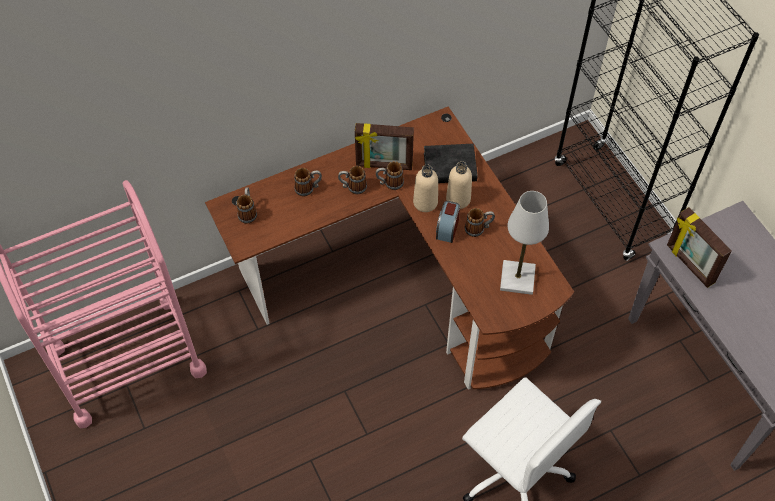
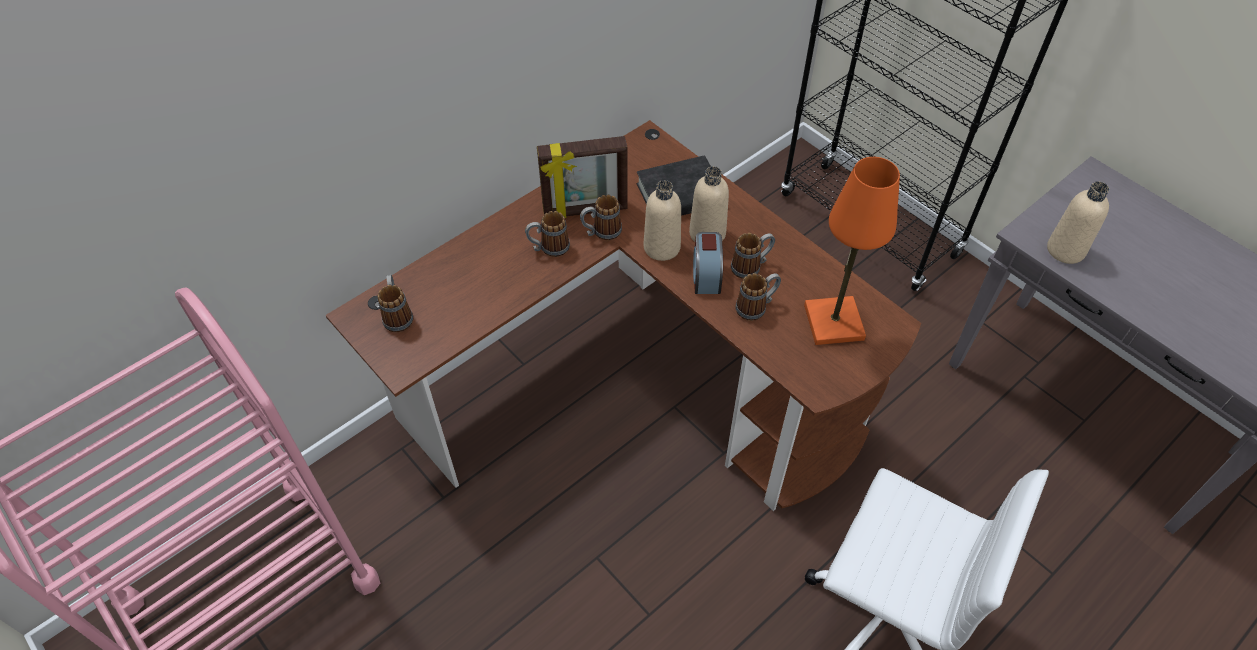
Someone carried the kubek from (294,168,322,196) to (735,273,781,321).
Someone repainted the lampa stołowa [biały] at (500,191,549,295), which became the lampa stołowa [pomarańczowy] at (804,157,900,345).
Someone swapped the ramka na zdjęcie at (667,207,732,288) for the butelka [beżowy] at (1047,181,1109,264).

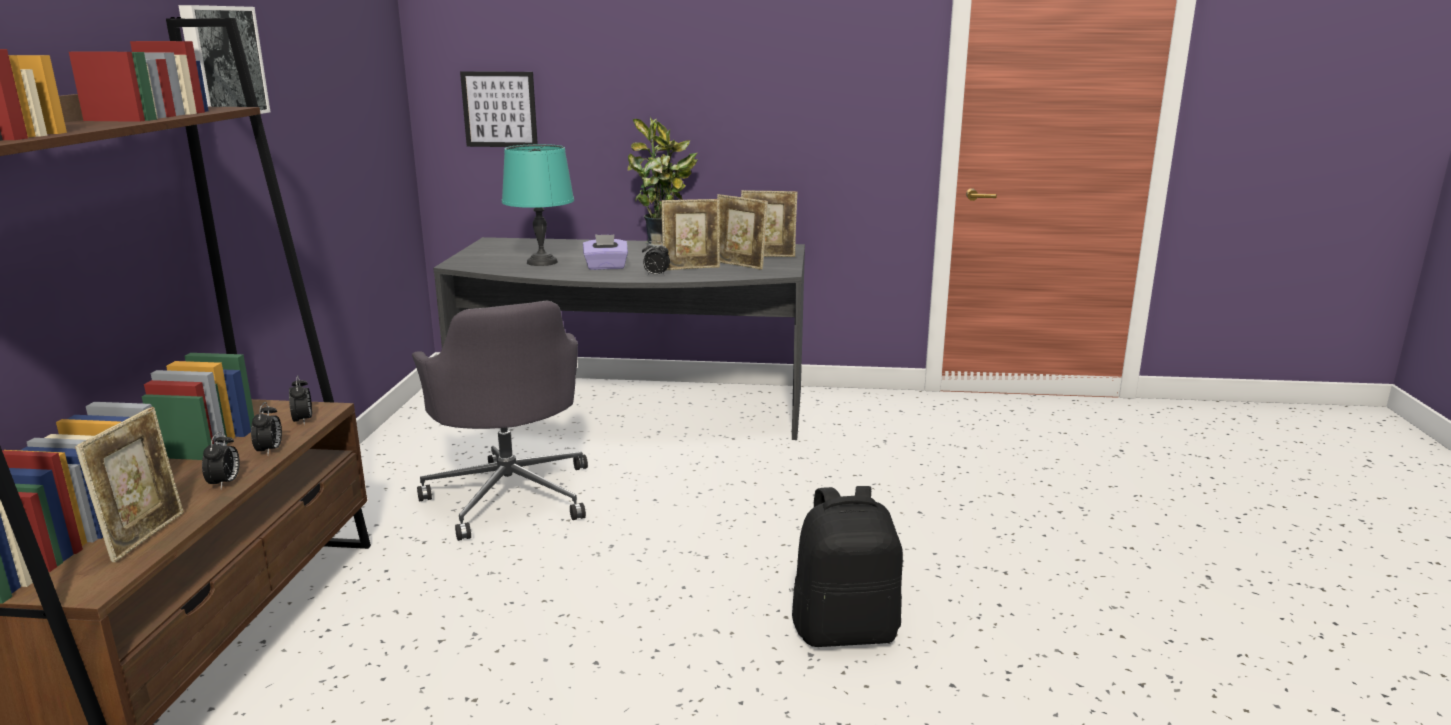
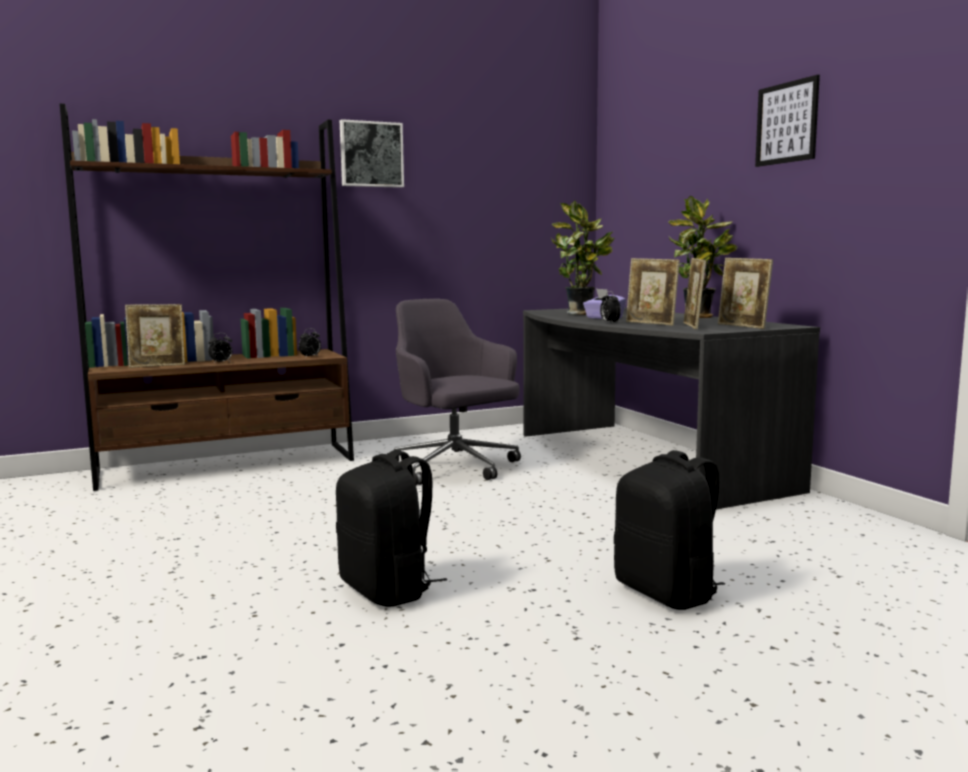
Someone rotated the krzesło biurowe [szary] at (412,301,588,541) by 105 degrees clockwise.
Someone swapped the lampa stołowa [turkusowy] at (502,144,574,266) for the roślina doniczkowa at (551,200,614,315).
Someone put down the plecak [czarny] at (614,450,725,610).
Someone carried the obraz from (460,71,538,147) to (755,75,820,167).
Someone took away the budzik at (251,402,282,455).

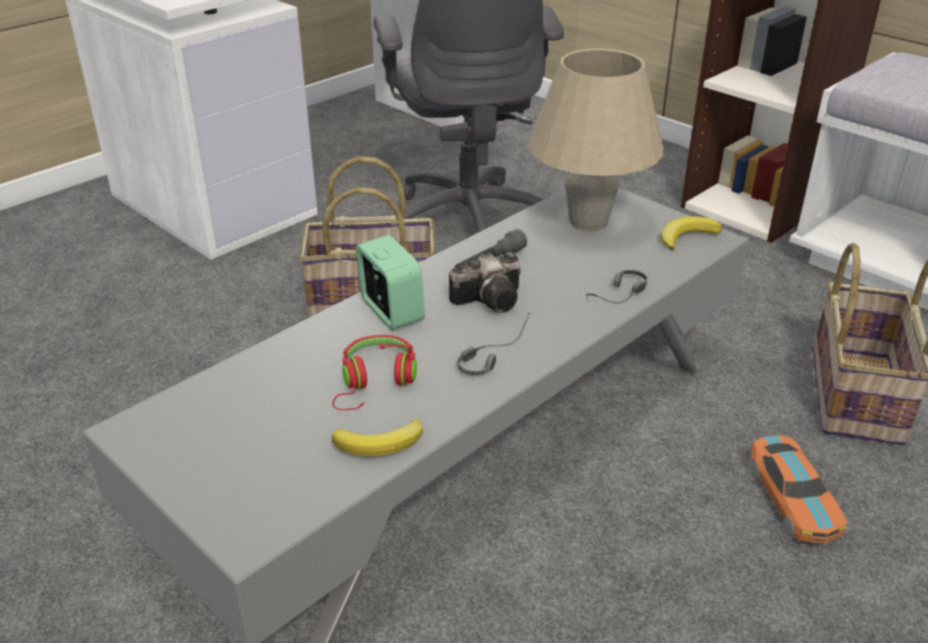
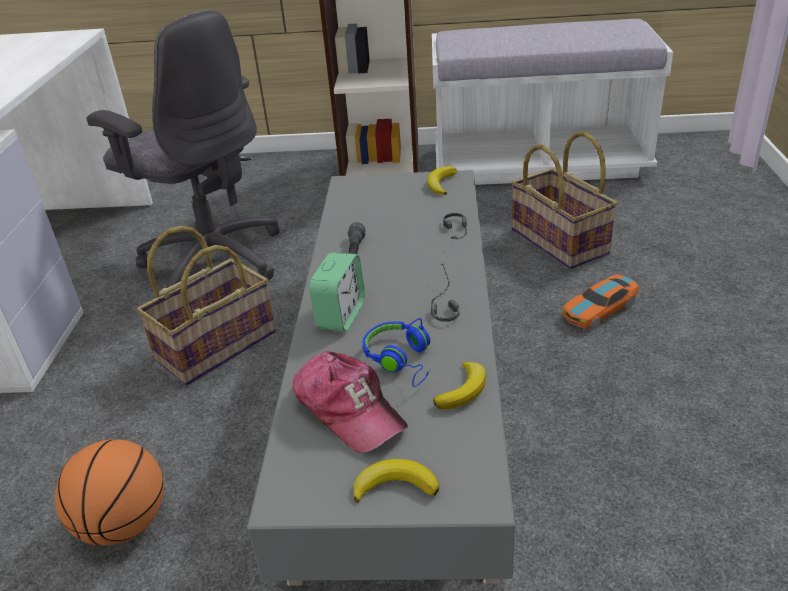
Someone put down the piłka do koszykówki at (55,439,164,546).
Someone put down the czapka z daszkiem at (293,351,408,453).
Someone rotated the budzik at (356,235,425,330) by 90 degrees clockwise.
Someone put down the banan at (354,459,440,503).
Someone repainted the słuchawki [czerwony] at (333,335,417,410), which became the słuchawki [niebieski] at (363,318,430,387).
Someone rotated the samochodzik at (749,436,847,543) by 105 degrees clockwise.
Someone took away the aparat fotograficzny at (449,252,521,313).
Someone took away the lampa stołowa [beżowy] at (527,48,663,231).

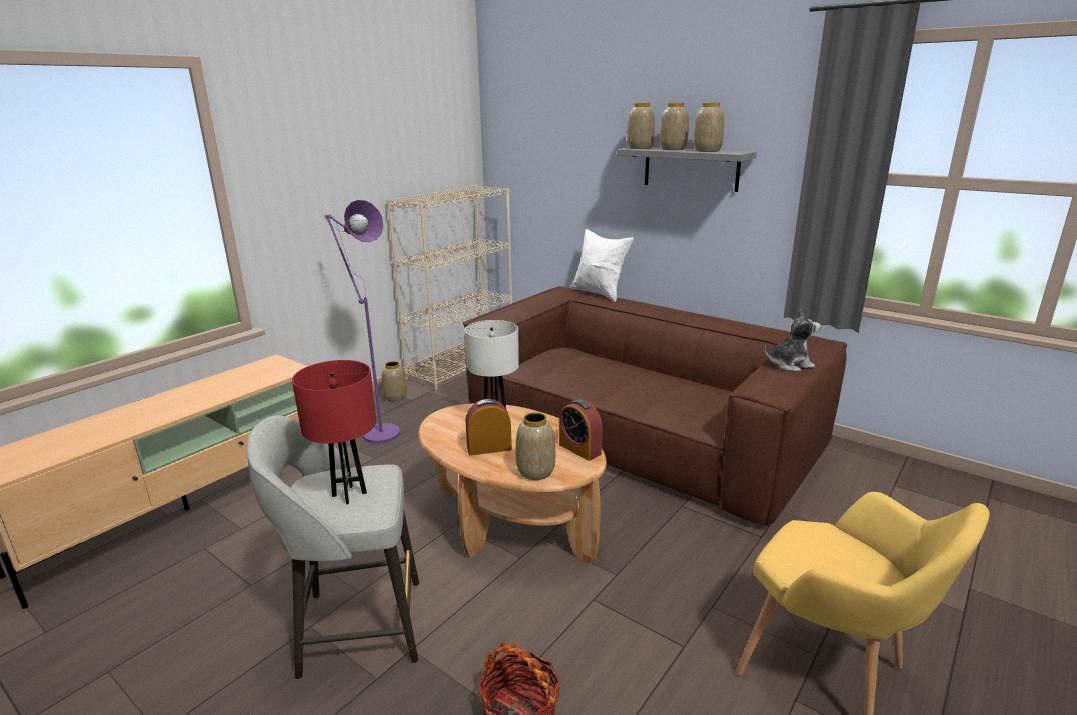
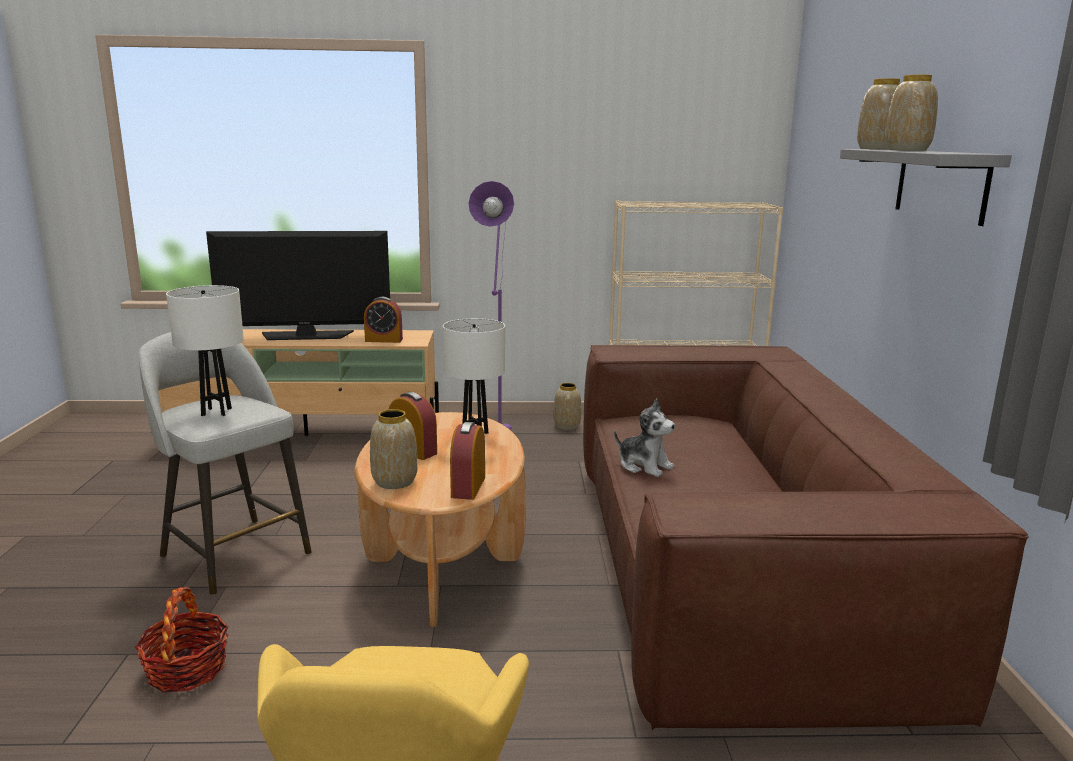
Someone repainted the lampa stołowa [czerwony] at (292,360,376,504), which became the lampa stołowa [biały] at (166,285,244,416).
Someone put down the telewizor at (206,231,390,340).
Someone put down the budzik at (364,297,403,343).
Someone carried the pluszak from (765,309,821,371) to (614,399,675,477).
Someone took away the poduszka [biały] at (570,229,634,302).
Someone took away the wazon at (694,103,724,152).

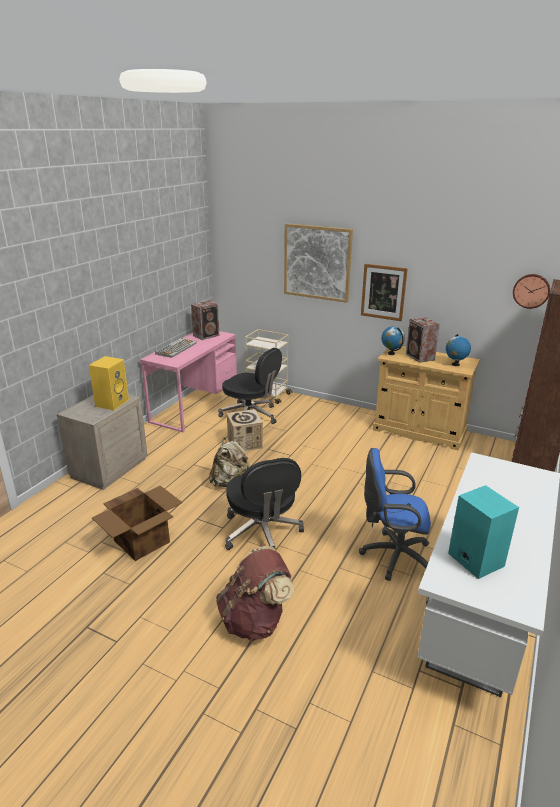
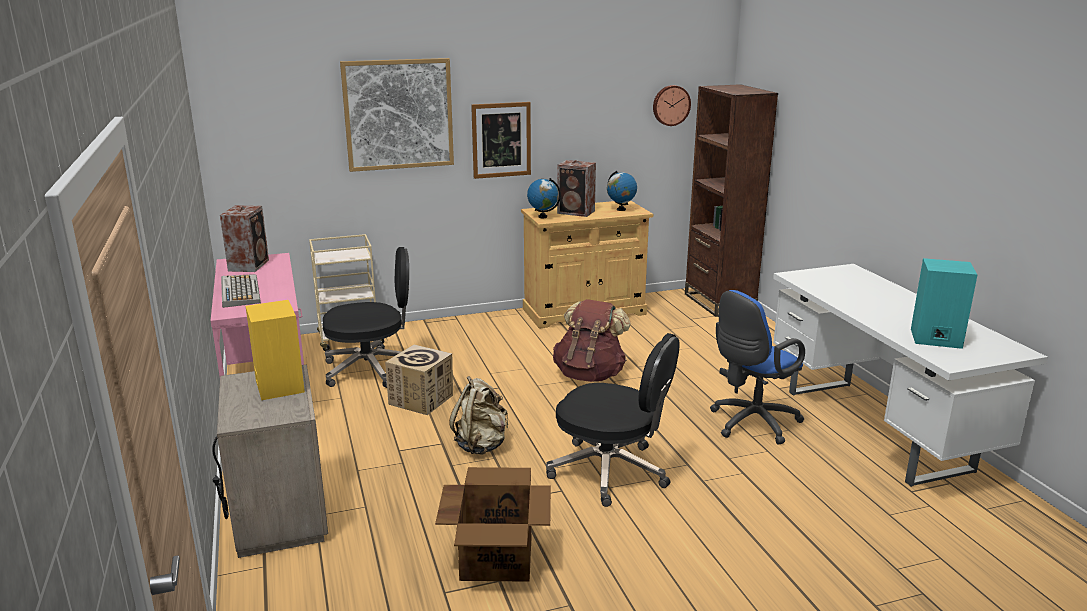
Someone carried the plecak [brązowy] from (216,546,294,641) to (553,299,631,382).

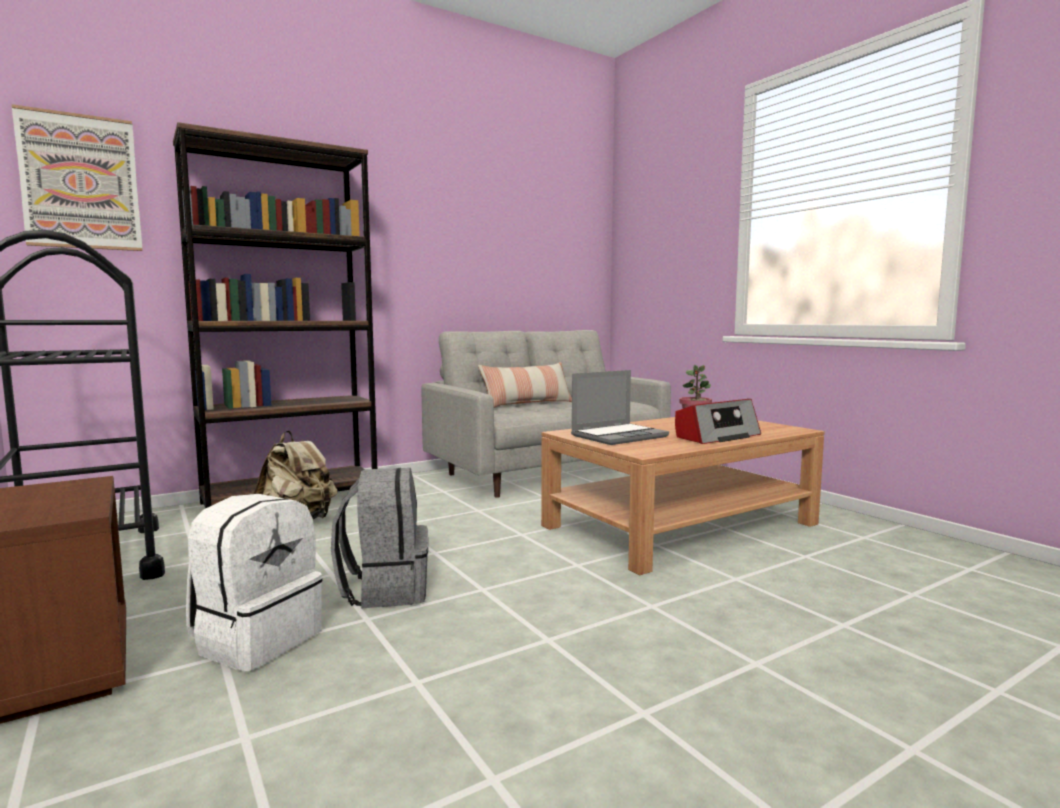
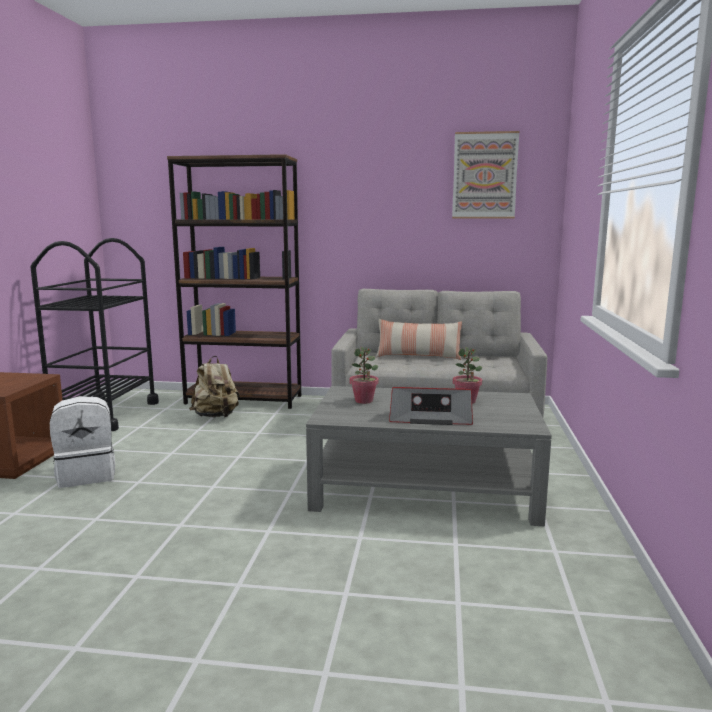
Someone repainted the ława [brązowy] at (541,417,825,575), which became the ława [szary] at (306,386,552,526).
Someone swapped the laptop at (571,370,669,445) for the roślina doniczkowa at (349,347,379,404).
Someone carried the obraz from (12,104,143,251) to (452,131,519,218).
Someone took away the plecak [szary] at (331,468,428,608).

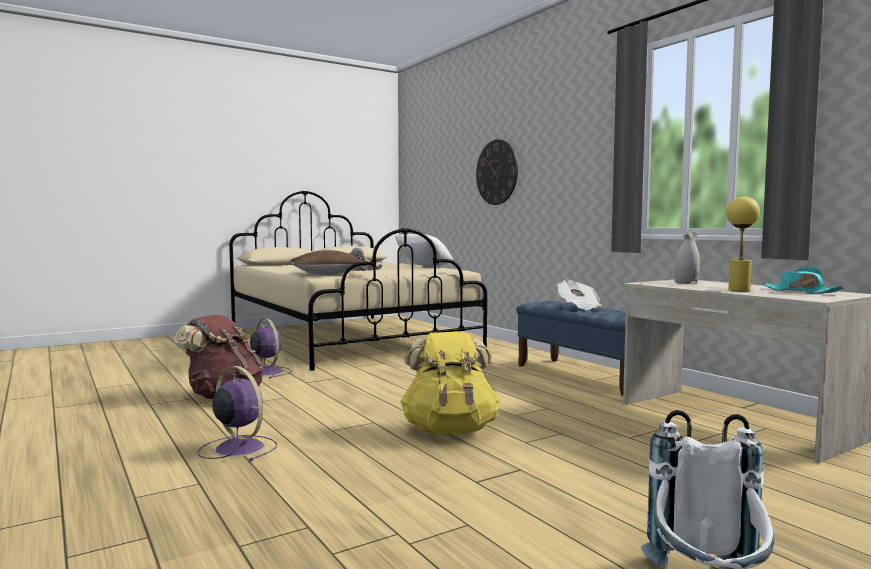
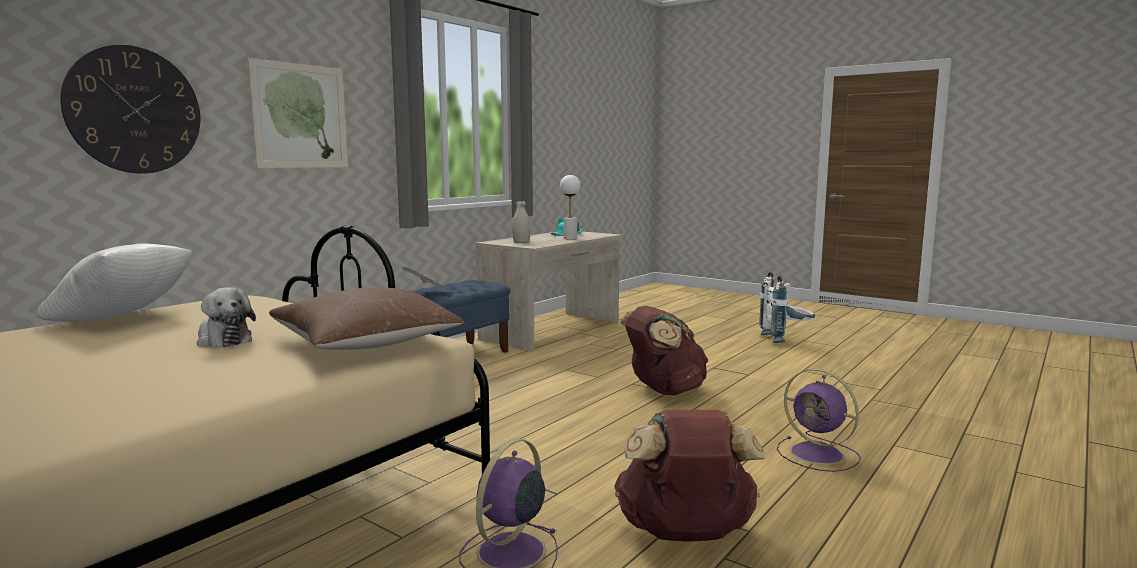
Someone put up the obraz at (248,58,348,168).
Someone repainted the lampa stołowa [żółty] at (726,197,760,291), which became the lampa stołowa [biały] at (560,175,580,239).
Someone repainted the plecak [żółty] at (400,332,500,434), which became the plecak [brązowy] at (620,306,708,395).
Someone rotated the wentylator [fioletowy] at (198,366,277,461) by 60 degrees counterclockwise.

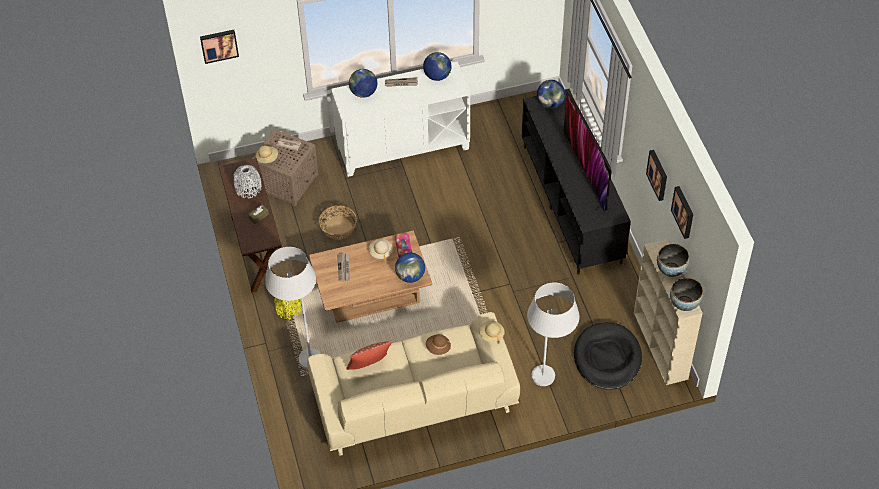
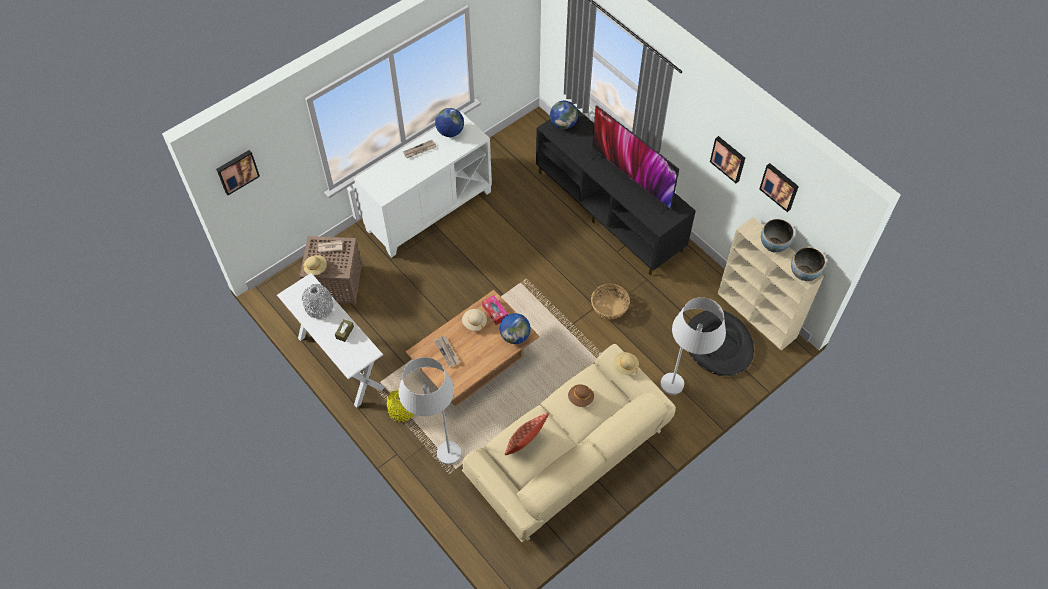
Someone repainted the stolik konsolowy [brązowy] at (219,158,282,293), which became the stolik konsolowy [biały] at (277,273,385,408).
Someone carried the koszyk from (319,205,357,240) to (591,284,630,319).
Someone took away the globus at (349,69,377,98).

